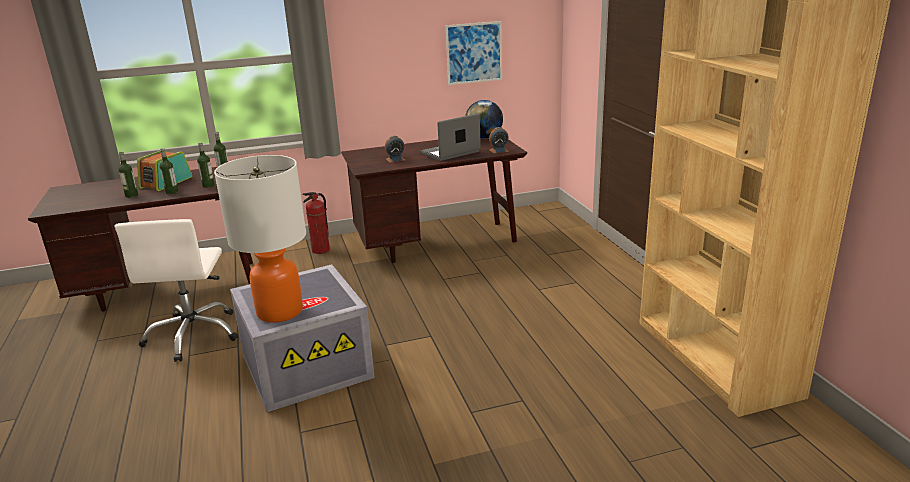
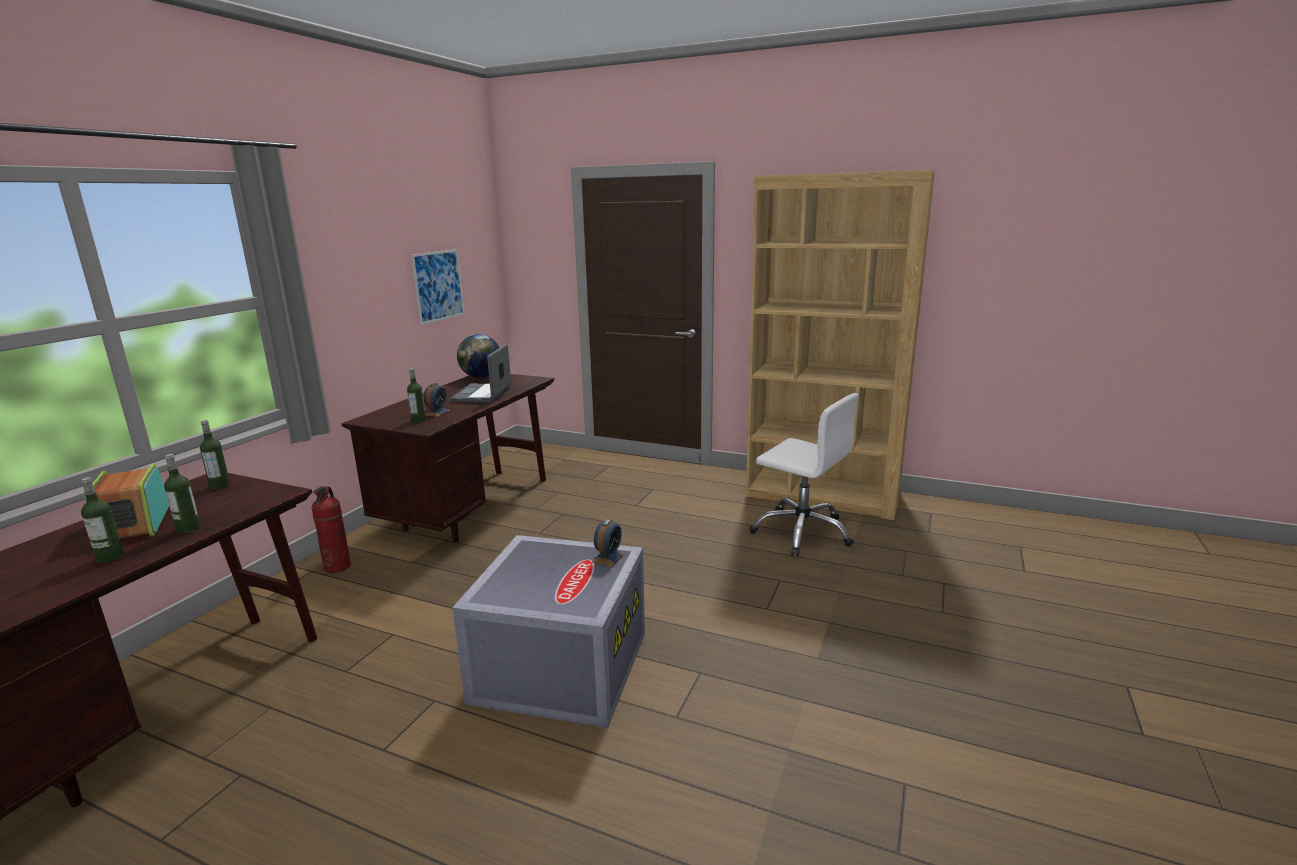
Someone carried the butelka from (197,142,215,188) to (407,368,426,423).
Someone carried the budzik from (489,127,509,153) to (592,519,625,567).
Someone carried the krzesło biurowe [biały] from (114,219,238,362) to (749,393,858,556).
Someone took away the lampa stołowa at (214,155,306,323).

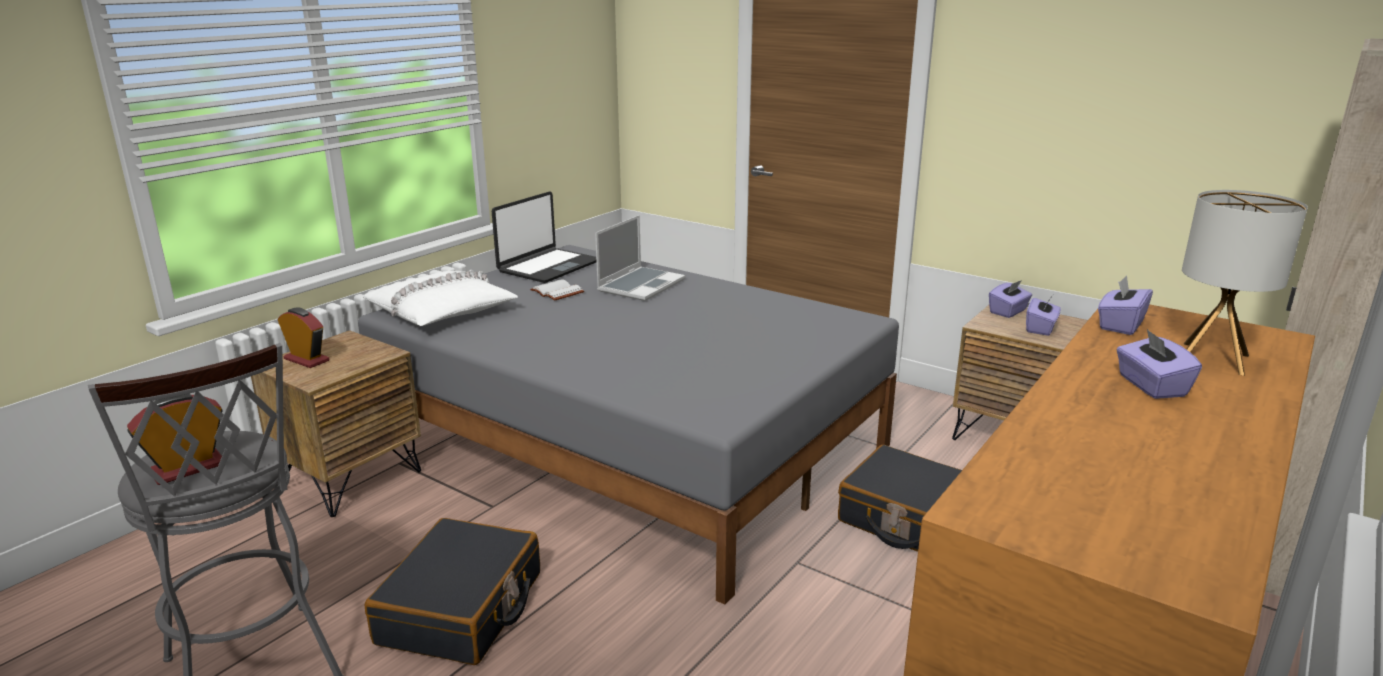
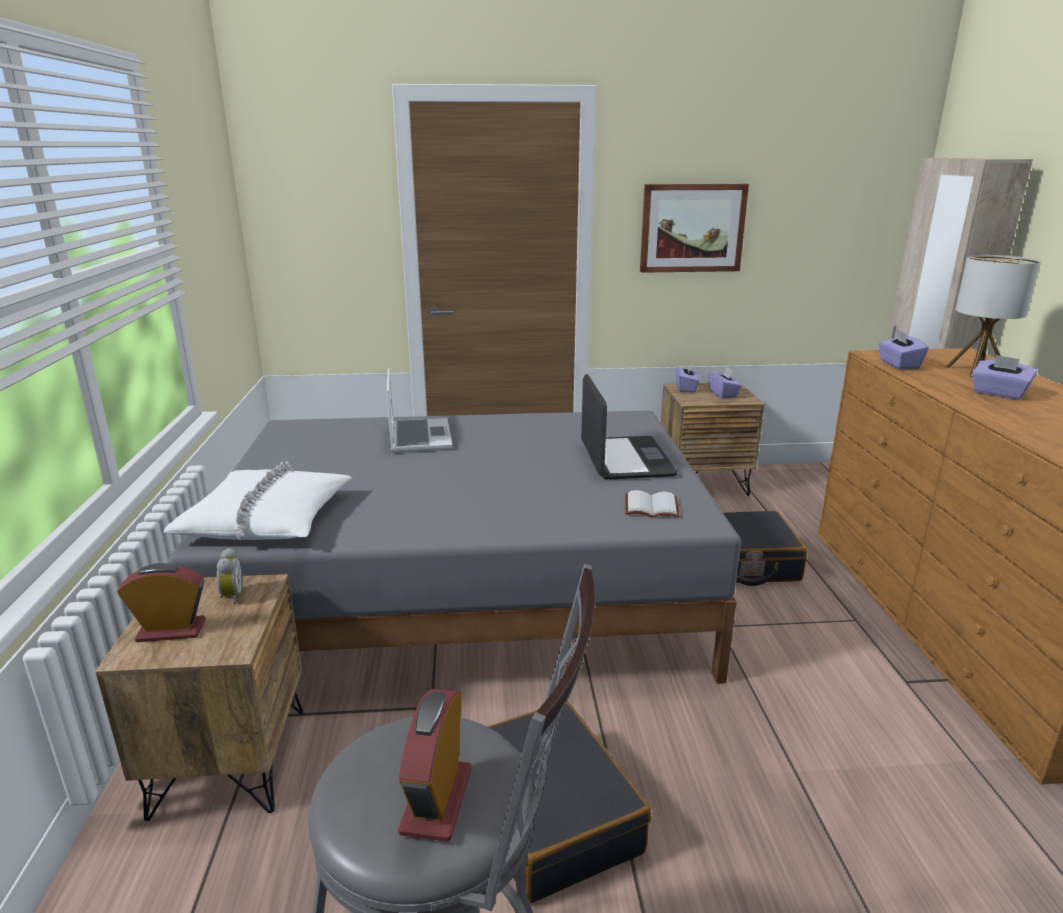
Someone put down the budzik at (217,548,243,605).
Someone carried the laptop from (492,191,596,283) to (581,374,678,480).
Someone carried the książka [biały] from (530,279,584,301) to (625,490,679,517).
Someone put up the obraz at (640,184,749,273).

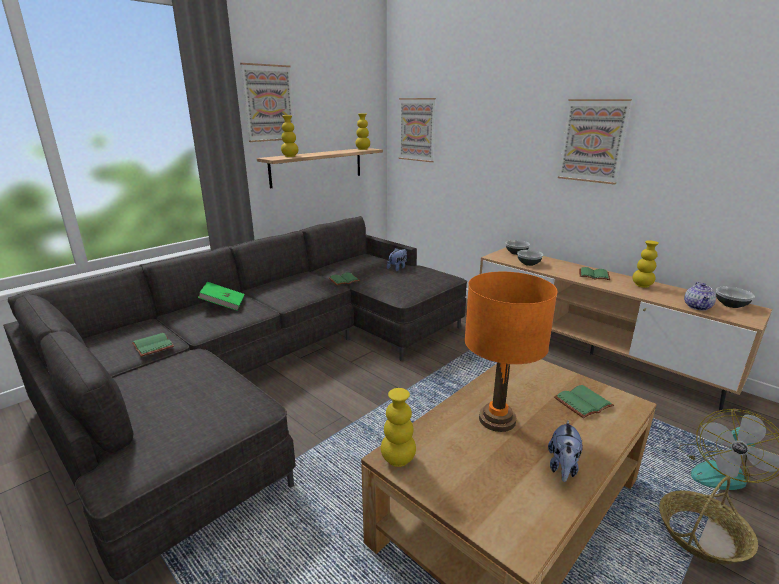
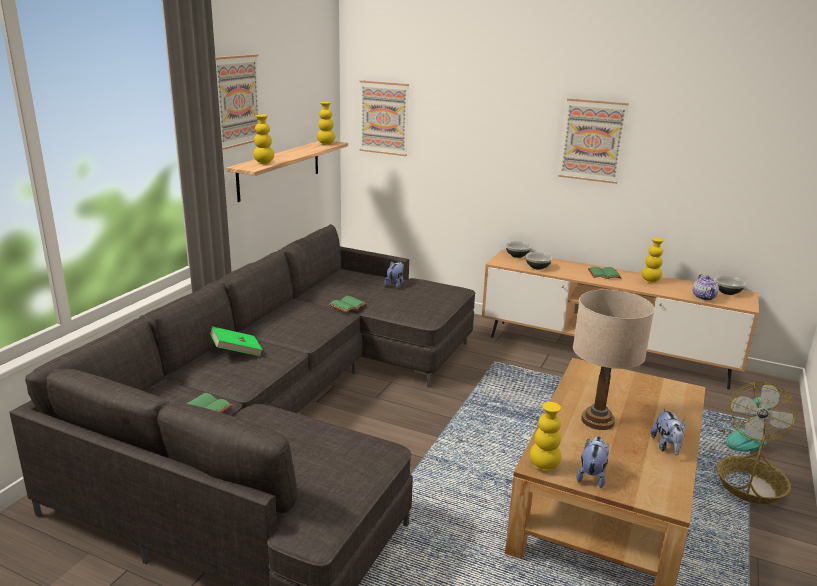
Someone repainted the lampa stołowa [pomarańczowy] at (464,272,557,432), which became the lampa stołowa [beżowy] at (573,290,655,430).
Someone put down the pluszak at (576,436,609,488).
Someone took away the książka [zielony] at (554,385,614,418).

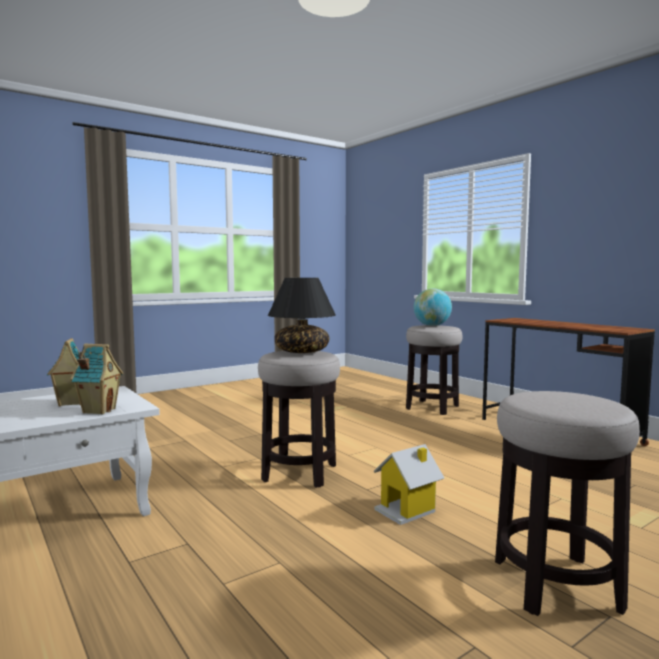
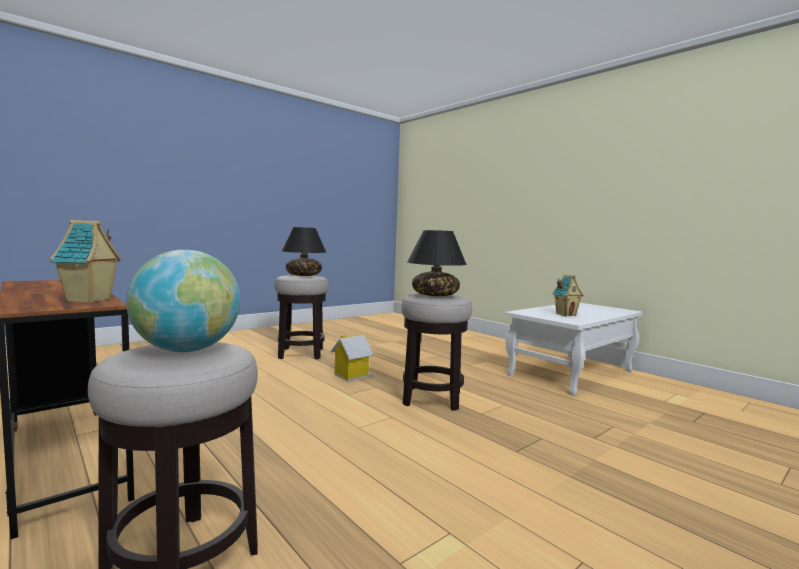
Someone carried the domek from (70,344,123,415) to (50,220,121,303).
Someone put down the lampa stołowa [czarny] at (282,227,326,276).

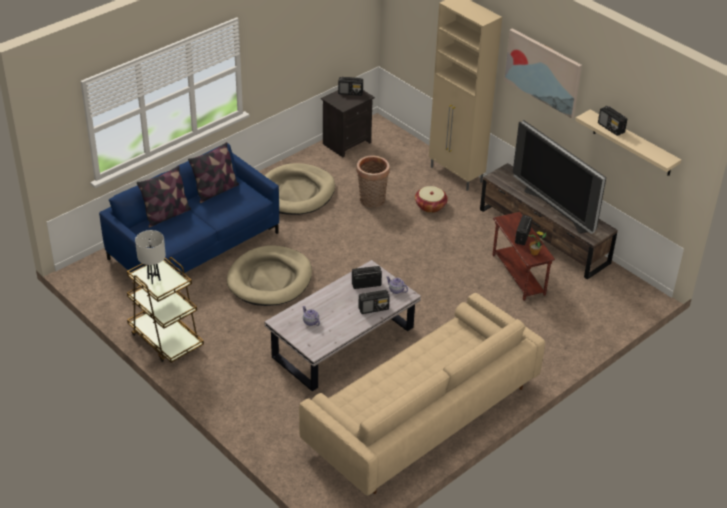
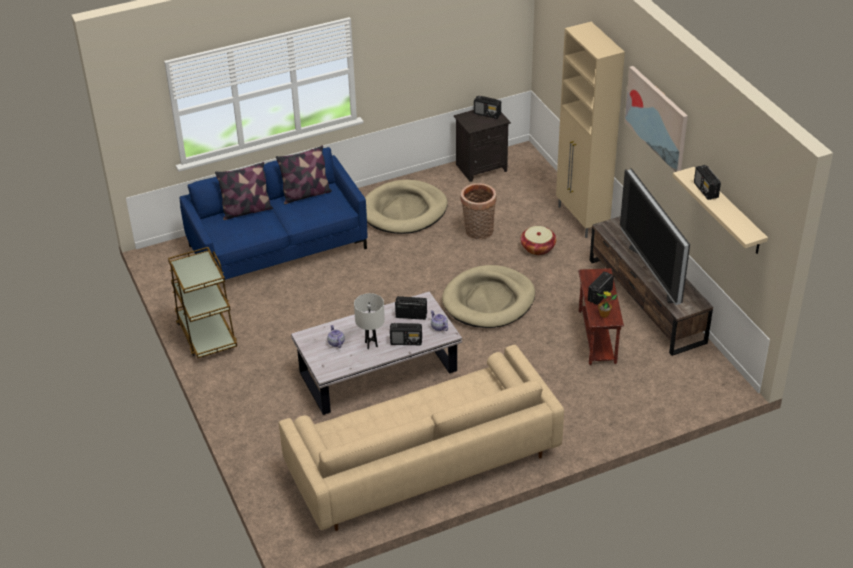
Someone carried the lampa stołowa [biały] from (135,230,166,284) to (354,293,385,349).
Someone carried the legowisko [beżowy] from (227,245,312,306) to (442,265,535,328).

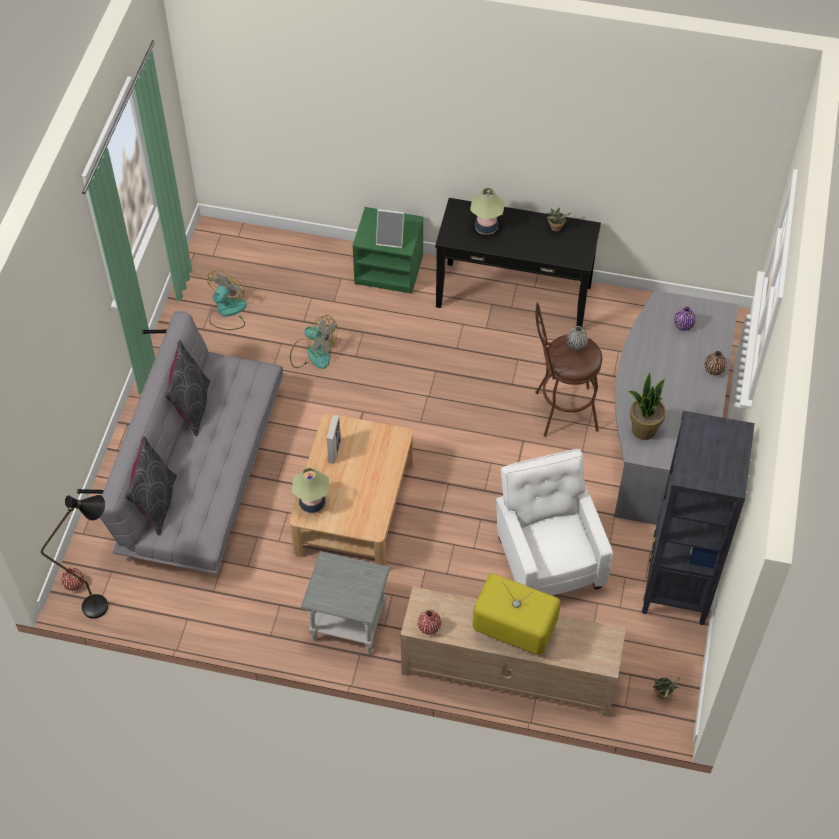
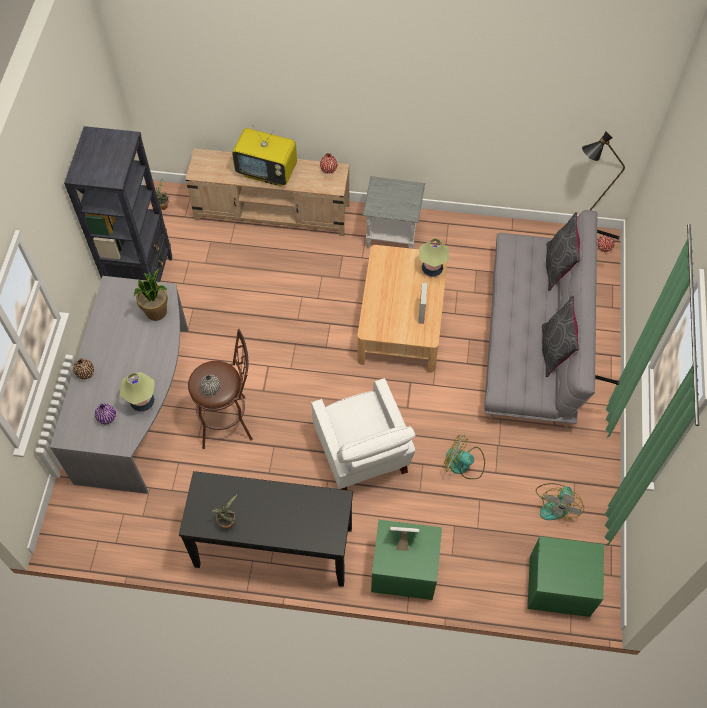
Someone carried the lampa stołowa from (471,188,505,235) to (120,372,155,412).
Someone carried the fotel [biały] from (496,449,613,595) to (311,378,416,490).
Someone put down the szafka nocna [zielony] at (527,536,604,617).

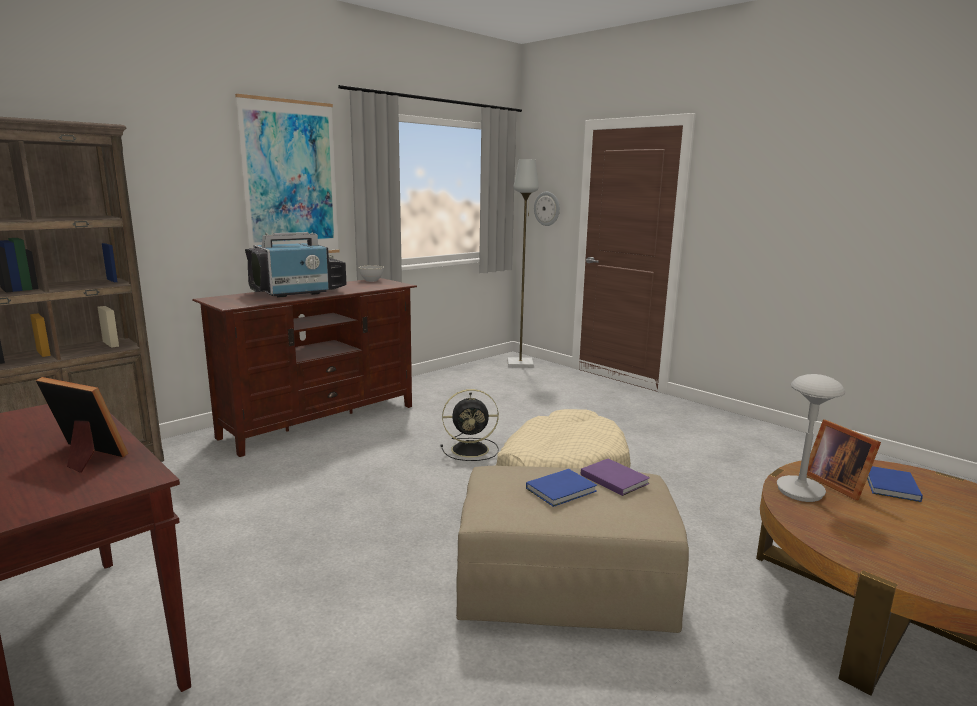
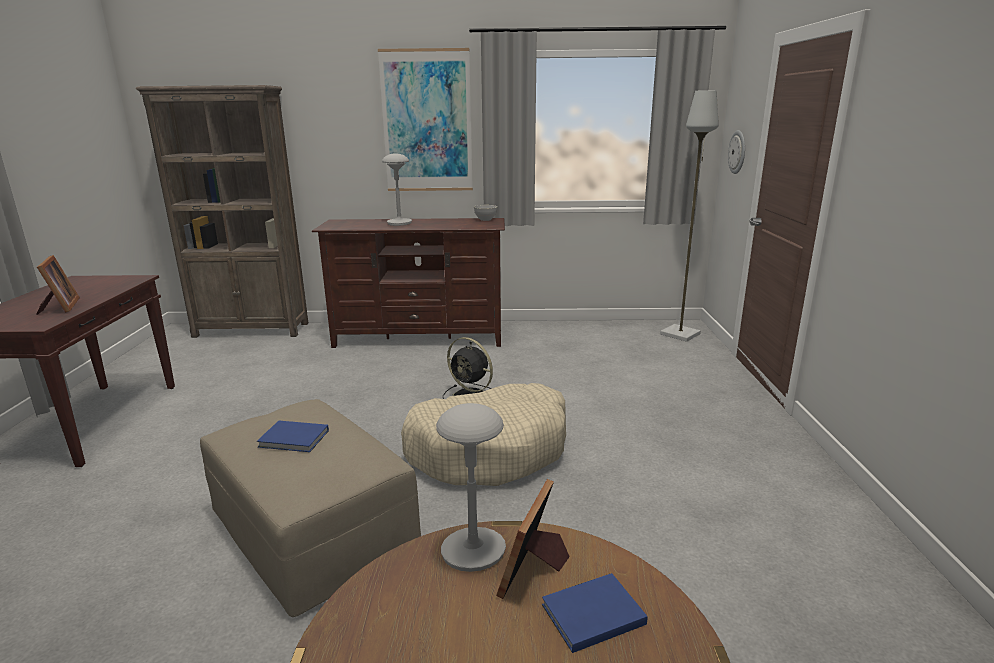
Someone swapped the telewizor at (245,232,346,298) for the lampa stołowa [szary] at (382,153,412,226).
Someone took away the książka [fioletowy] at (581,459,650,496).

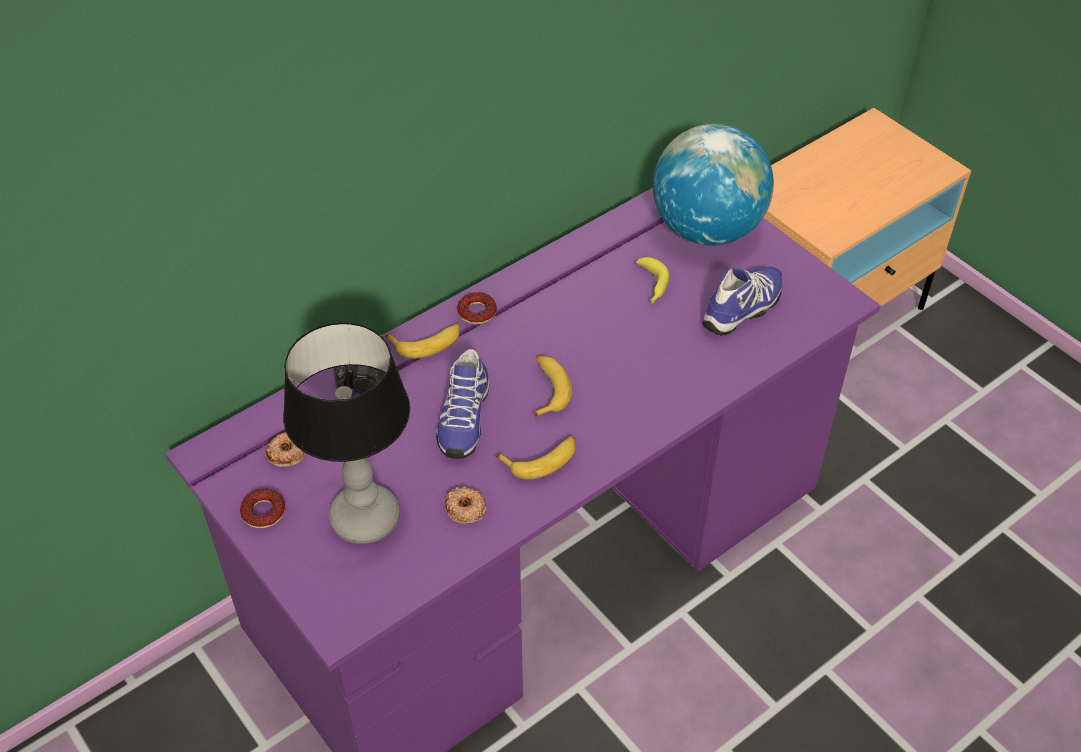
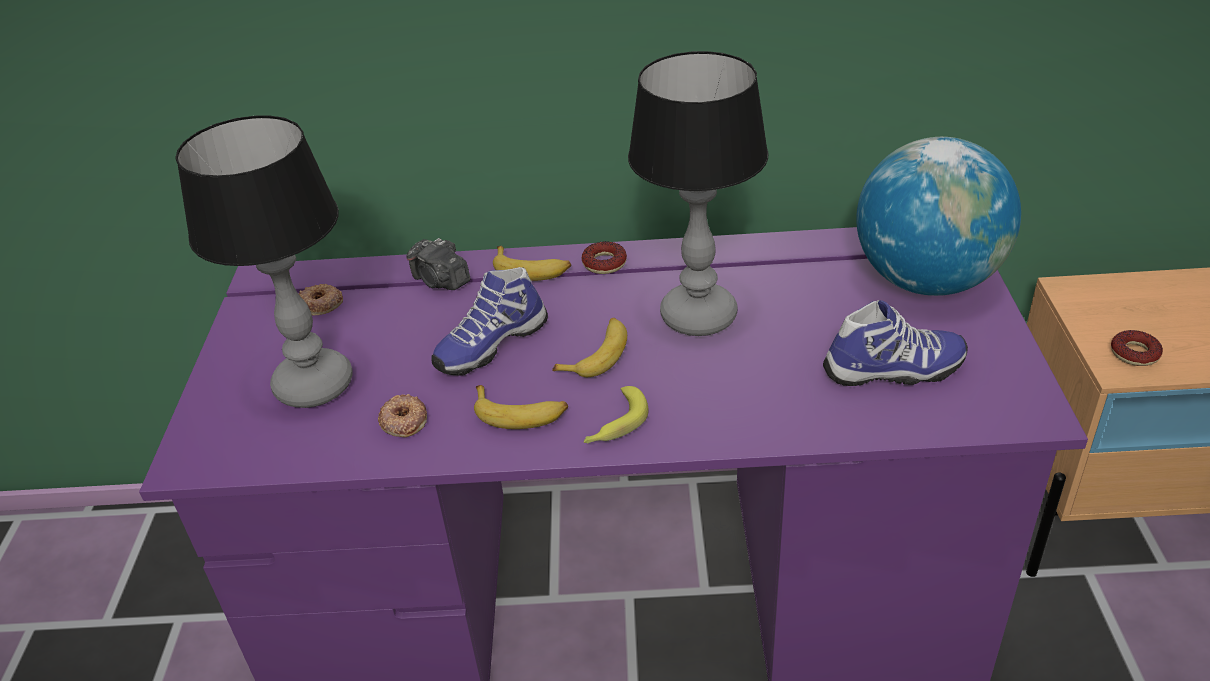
Someone carried the banan from (636,257,669,303) to (584,386,649,444).
Someone put down the lampa stołowa at (628,51,769,336).
Someone carried the donut from (240,488,285,528) to (1111,330,1163,366).

